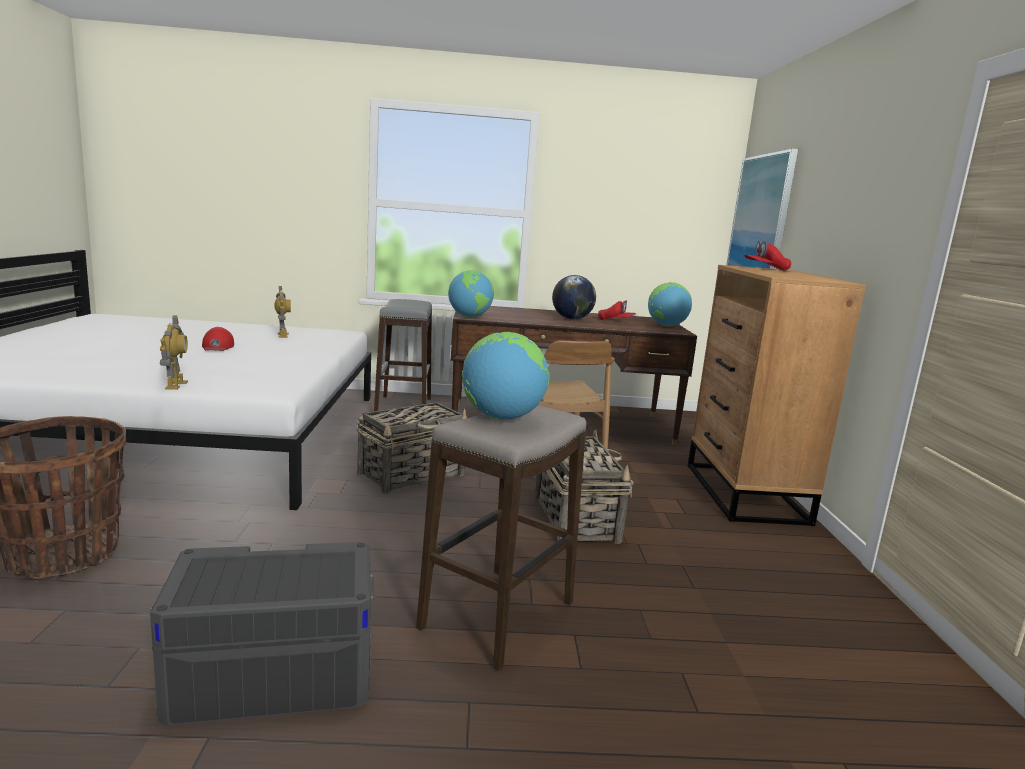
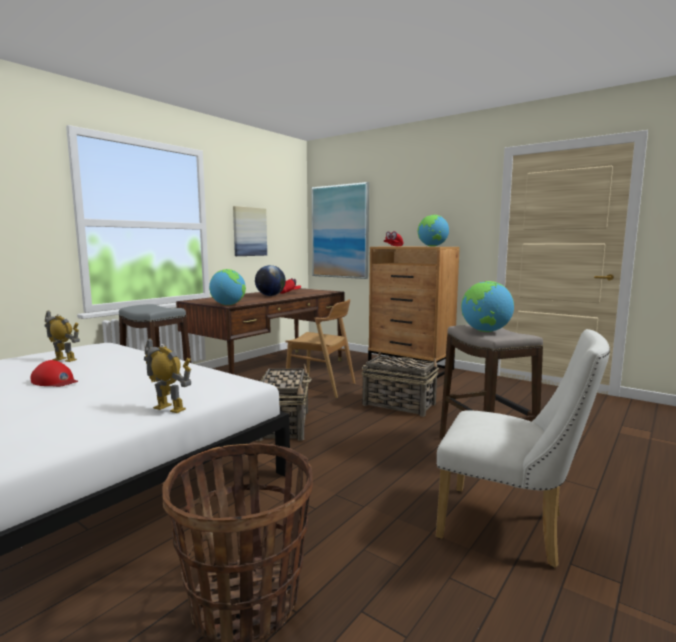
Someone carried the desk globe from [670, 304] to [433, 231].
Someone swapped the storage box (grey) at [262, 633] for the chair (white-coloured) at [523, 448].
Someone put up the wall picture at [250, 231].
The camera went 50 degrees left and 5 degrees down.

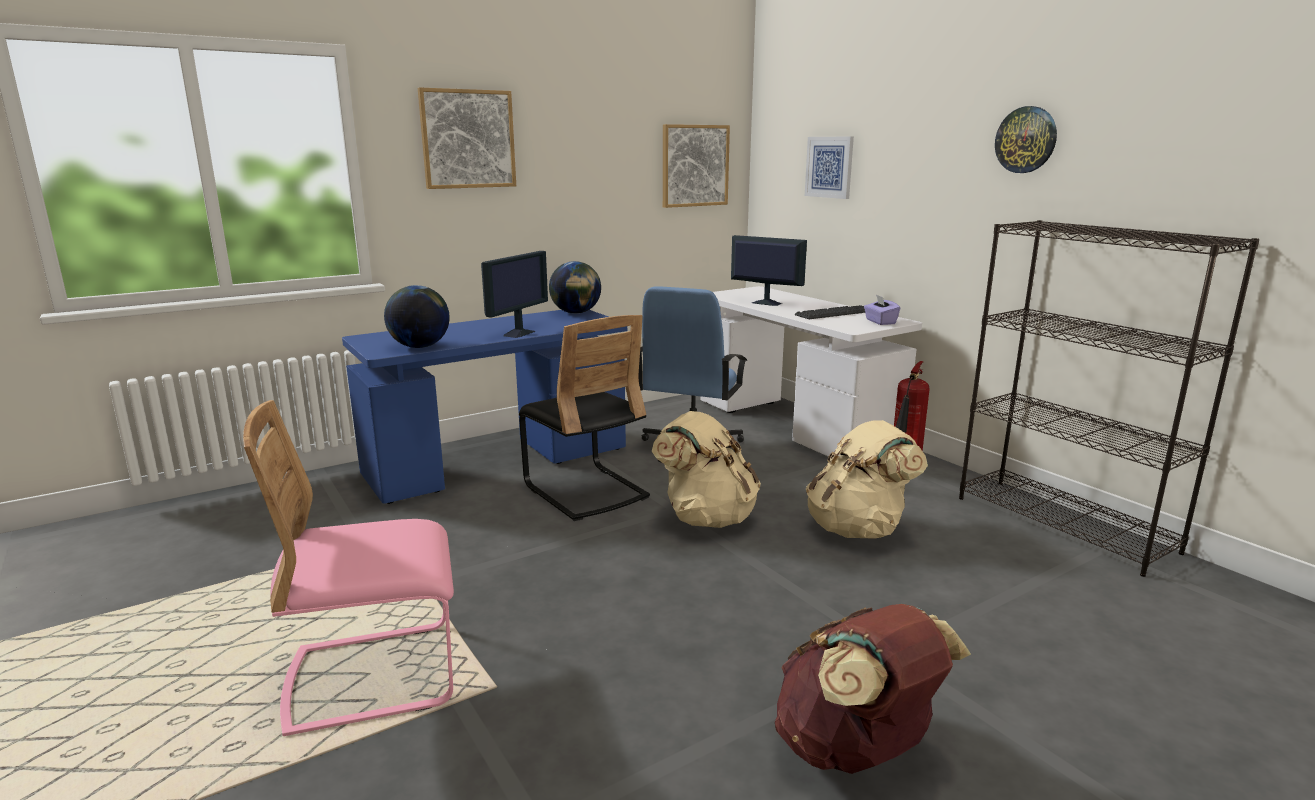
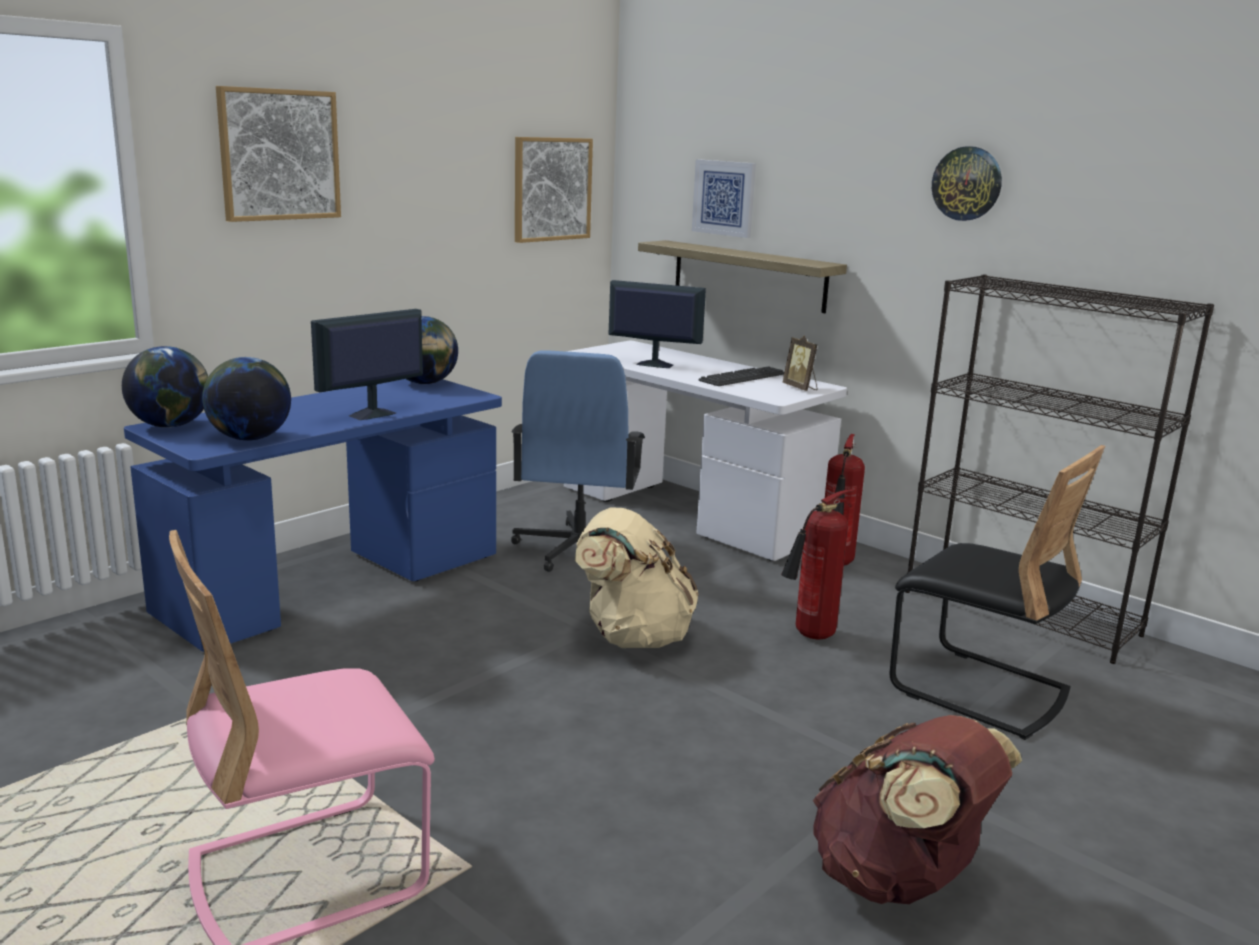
Someone rotated the computer screen at [514, 294] by 150 degrees counterclockwise.
Someone swapped the tissue holder (purple) at [882, 310] for the standing frame at [800, 363].
Someone carried the chair (blackish) from [584, 418] to [997, 592].
Someone swapped the knapsack (beige-coloured) at [867, 479] for the fire-fighting cylinder at [817, 564].
Someone put up the bracket shelf at [742, 276].
Someone put down the desk globe at [165, 387].
The camera went 15 degrees left and 0 degrees up.

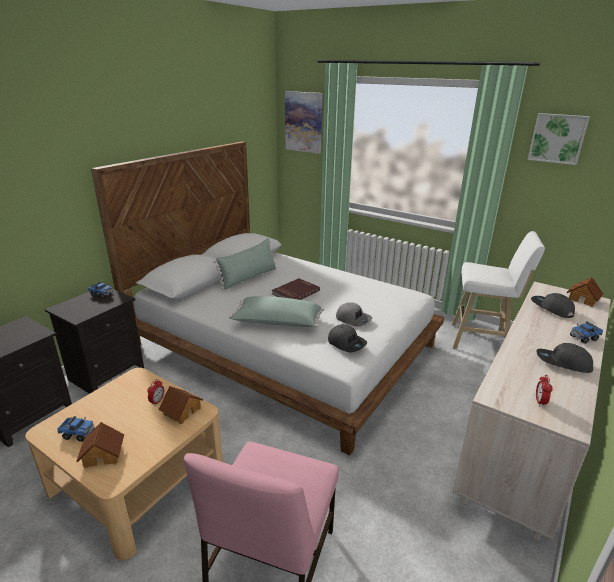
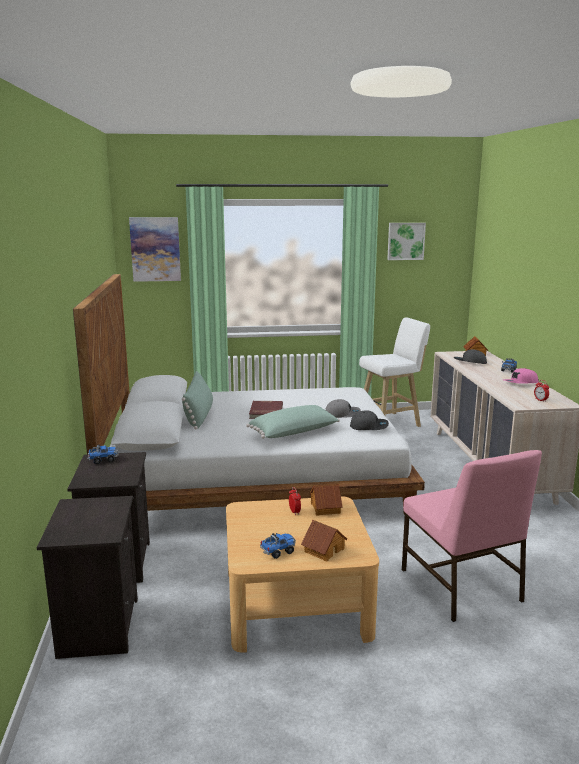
Someone repainted the peaked cap (grey) at [565, 358], which became the peaked cap (pinkish) at [520, 376].
The camera went 40 degrees left and 10 degrees down.

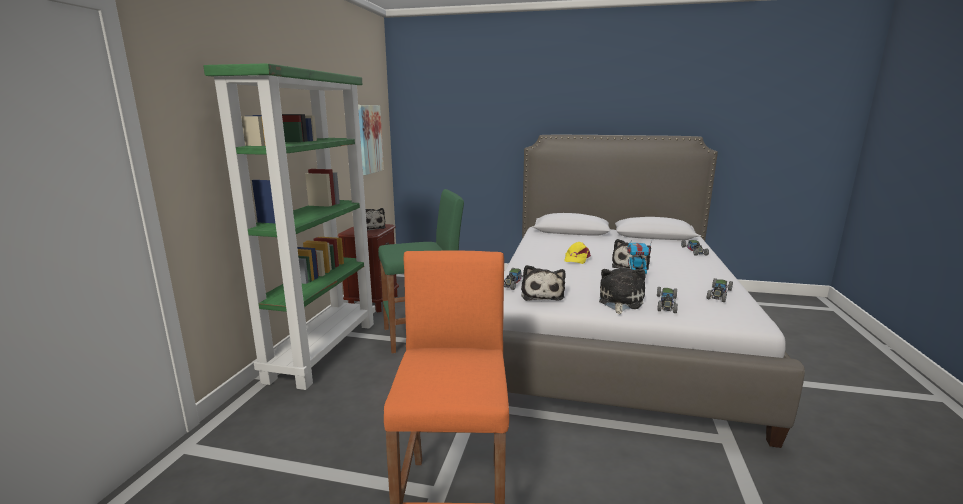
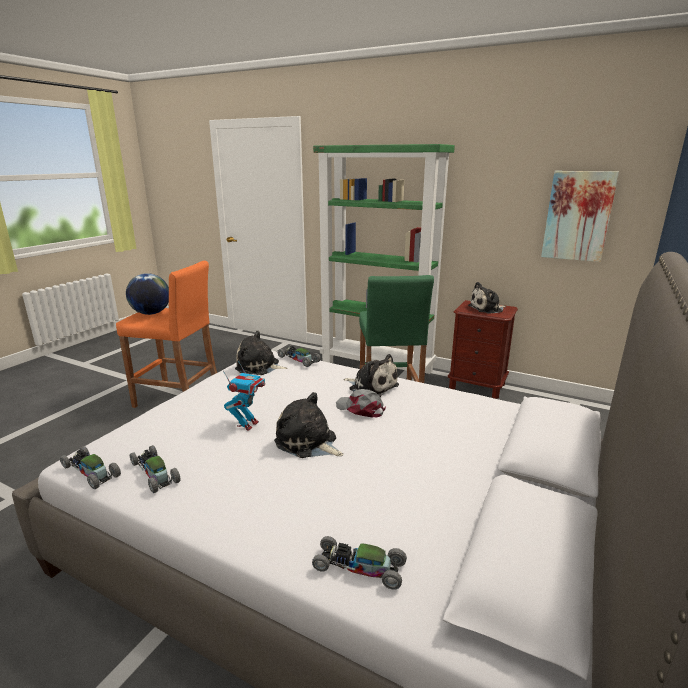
Someone repainted the peaked cap (yellow) at [578, 253], which became the peaked cap (grey) at [361, 403].
Someone carried the soft toy from [622, 291] to [371, 375].
Someone carried the miniature car from [667, 300] to [90, 467].
Someone put down the desk globe at [147, 294].
The camera went 105 degrees right and 5 degrees up.

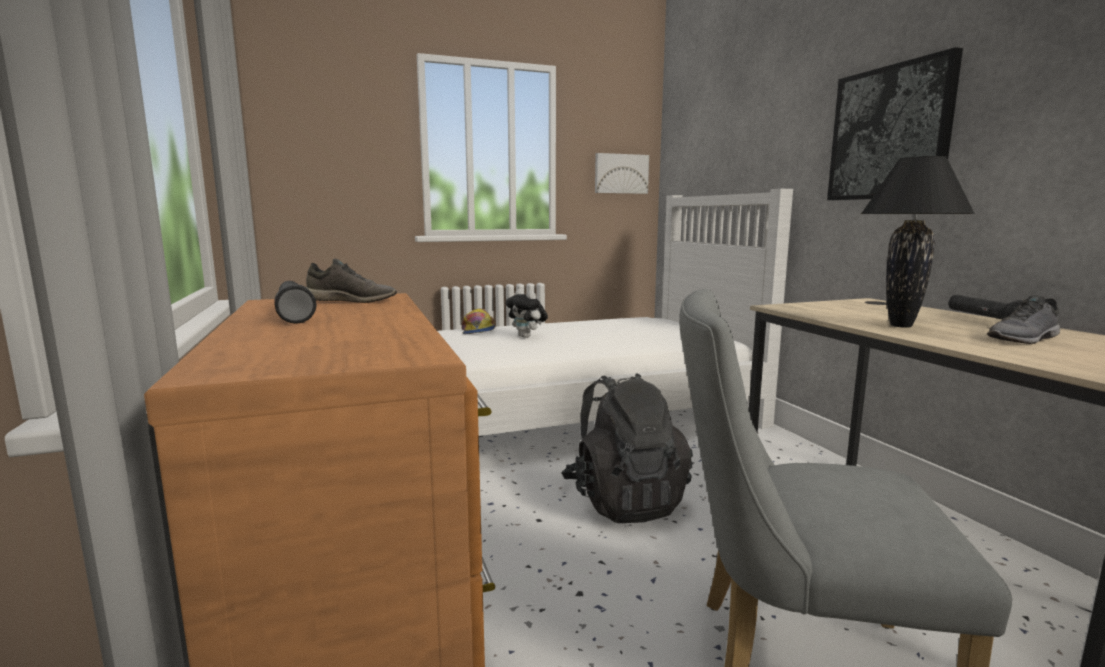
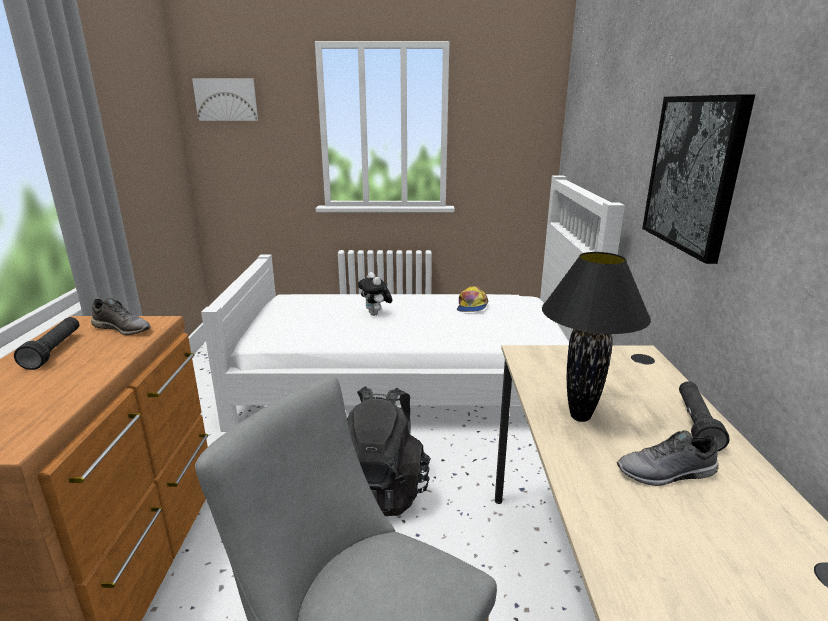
Someone carried the wall picture from [622, 173] to [225, 100].
Someone carried the peaked cap from [479, 321] to [473, 299].
The camera went 20 degrees right and 10 degrees up.

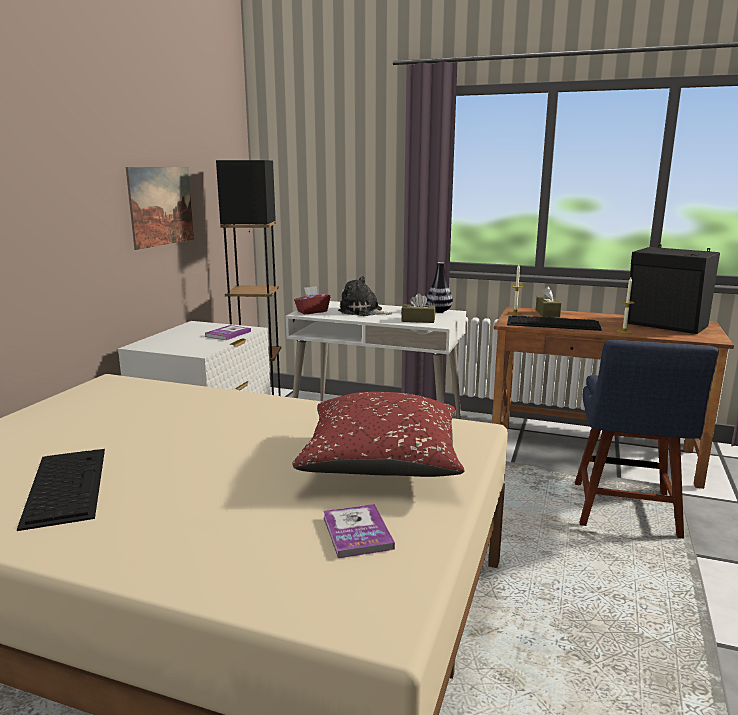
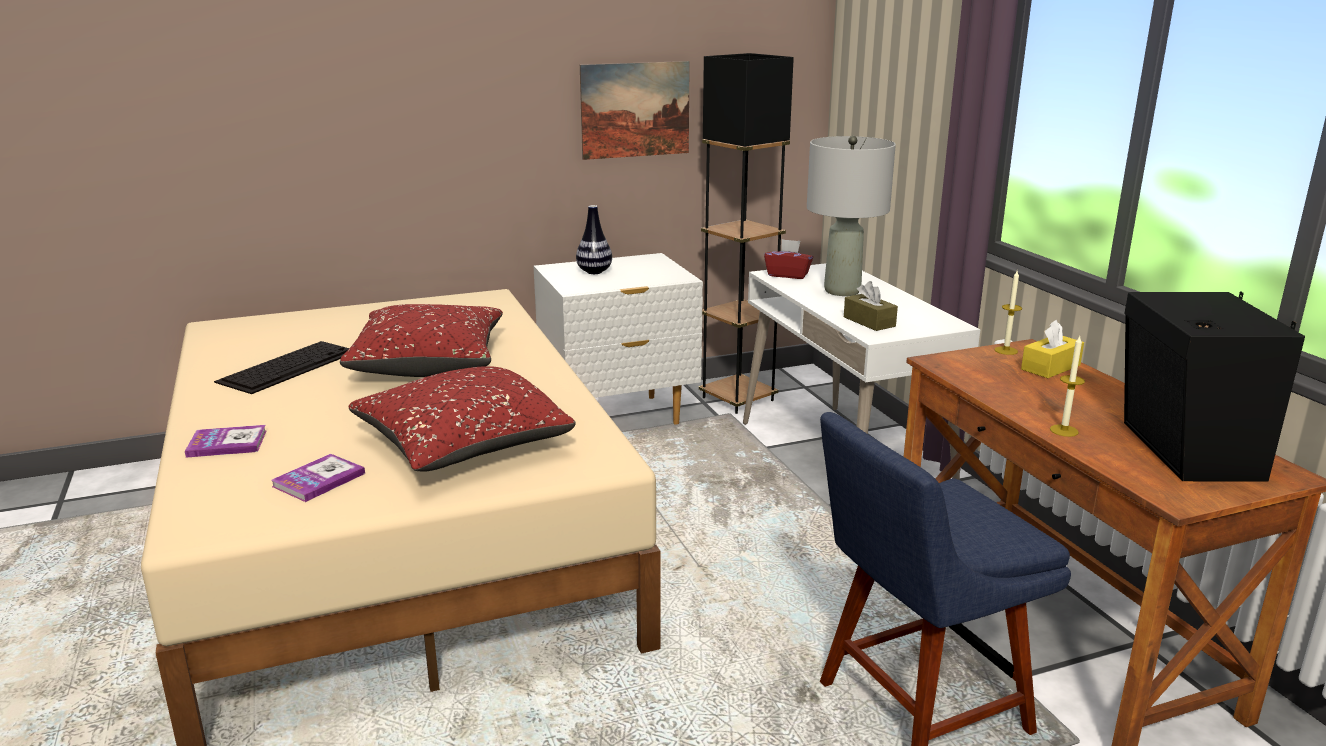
Someone carried the vase from [439, 287] to [594, 239].
Someone swapped the soft toy at [365, 296] for the lamp for a table (grey) at [851, 216].
Someone repainted the tissue holder (brownish) at [548, 301], which became the tissue holder (yellow) at [1052, 349].
Someone took away the computer keyboard at [554, 323].
Someone carried the volume from [228, 332] to [225, 441].
Someone put down the throw pillow (red) at [421, 340].
The camera went 50 degrees right and 5 degrees up.

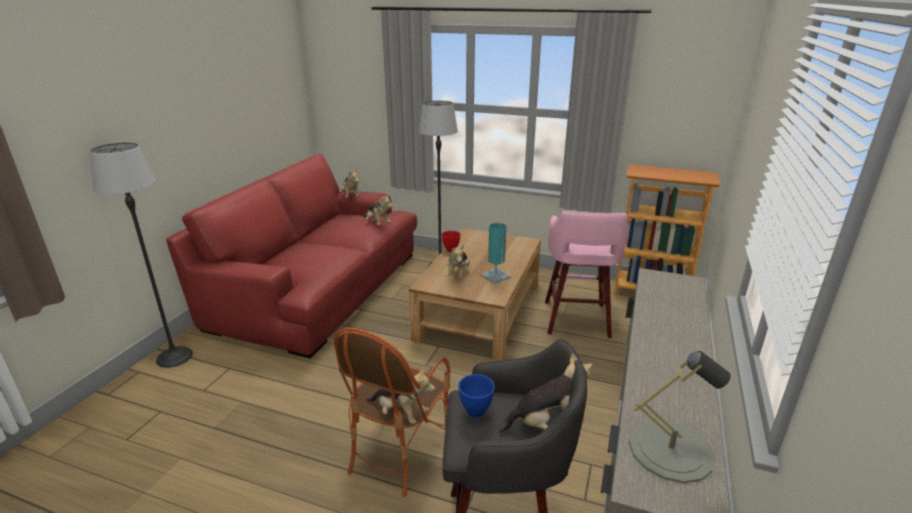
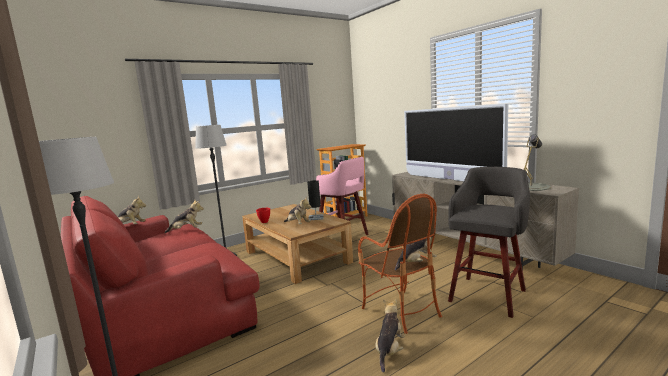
Someone repainted the lamp for a table (turquoise) at [496, 253], which became the lamp for a table (blackish) at [315, 200].
Someone carried the soft toy from [545, 393] to [390, 335].
Someone took away the deep dish (bluish) at [476, 396].
Someone put down the television at [456, 143].
The camera went 55 degrees left and 15 degrees down.

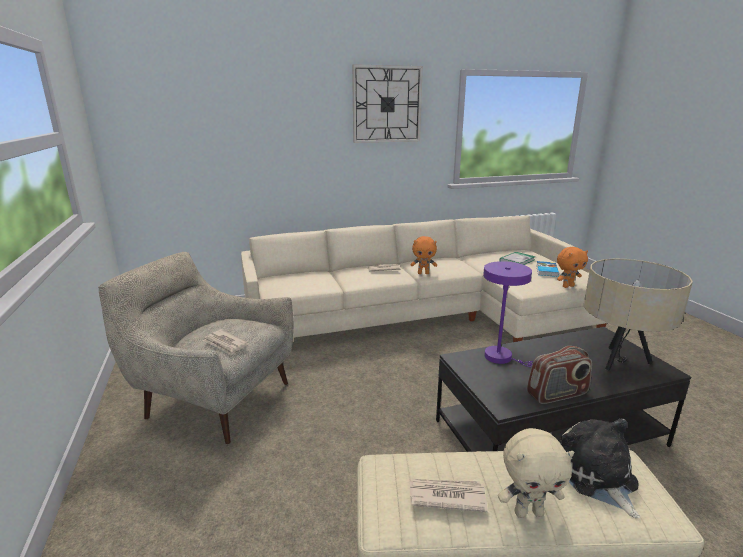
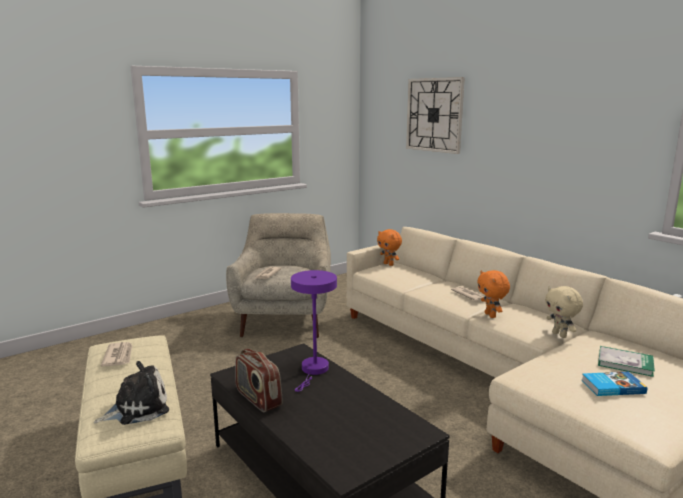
Someone carried the wall clock from [387, 103] to [435, 115].
Someone carried the soft toy (orangey) from [572, 267] to [389, 247].
Someone took away the lamp for a table (beige-coloured) at [638, 314].
Someone carried the soft toy (beige-coloured) from [536, 473] to [564, 312].
The camera went 70 degrees right and 5 degrees down.

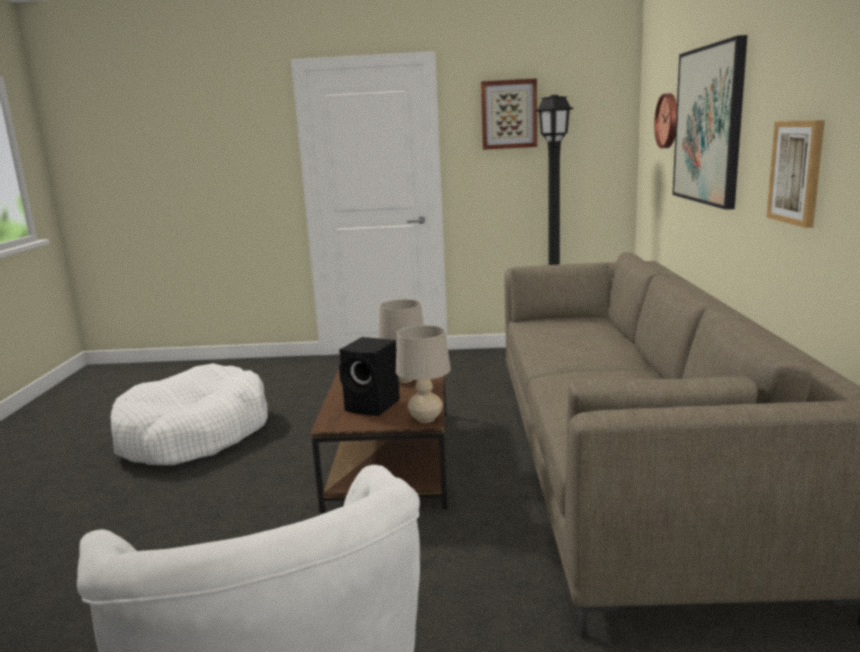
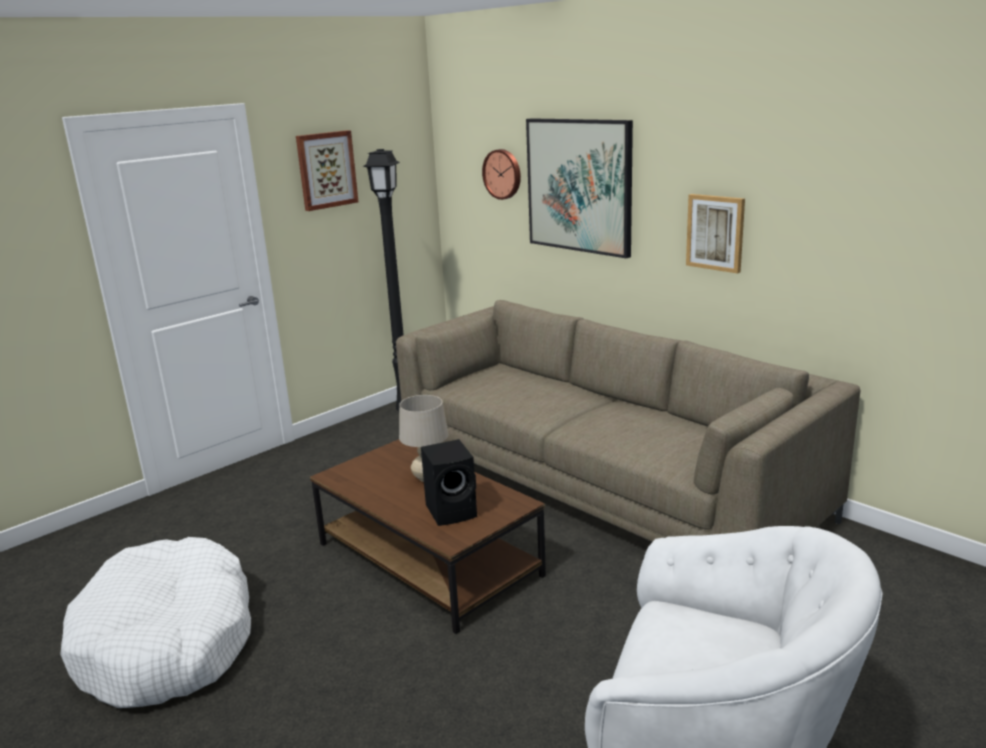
Someone took away the lamp for a table (beige-coloured) at [423, 374].
The camera went 45 degrees left and 5 degrees up.

